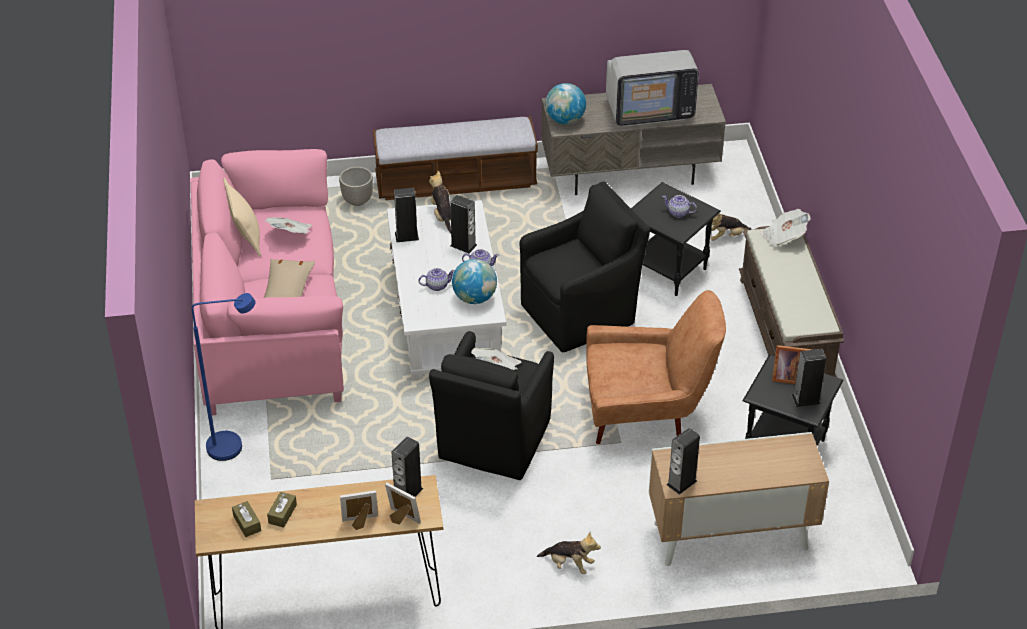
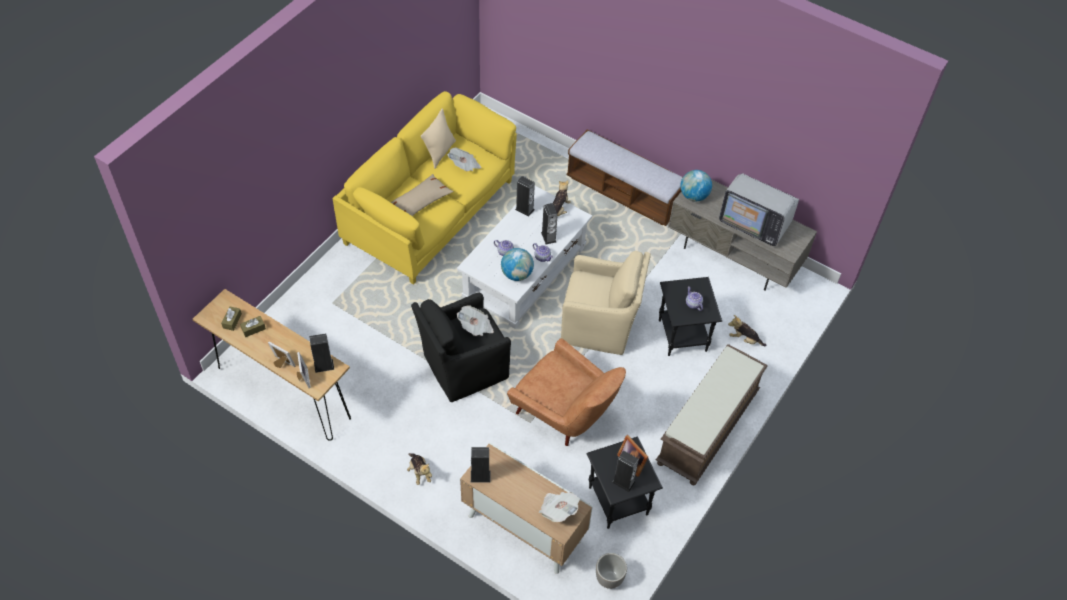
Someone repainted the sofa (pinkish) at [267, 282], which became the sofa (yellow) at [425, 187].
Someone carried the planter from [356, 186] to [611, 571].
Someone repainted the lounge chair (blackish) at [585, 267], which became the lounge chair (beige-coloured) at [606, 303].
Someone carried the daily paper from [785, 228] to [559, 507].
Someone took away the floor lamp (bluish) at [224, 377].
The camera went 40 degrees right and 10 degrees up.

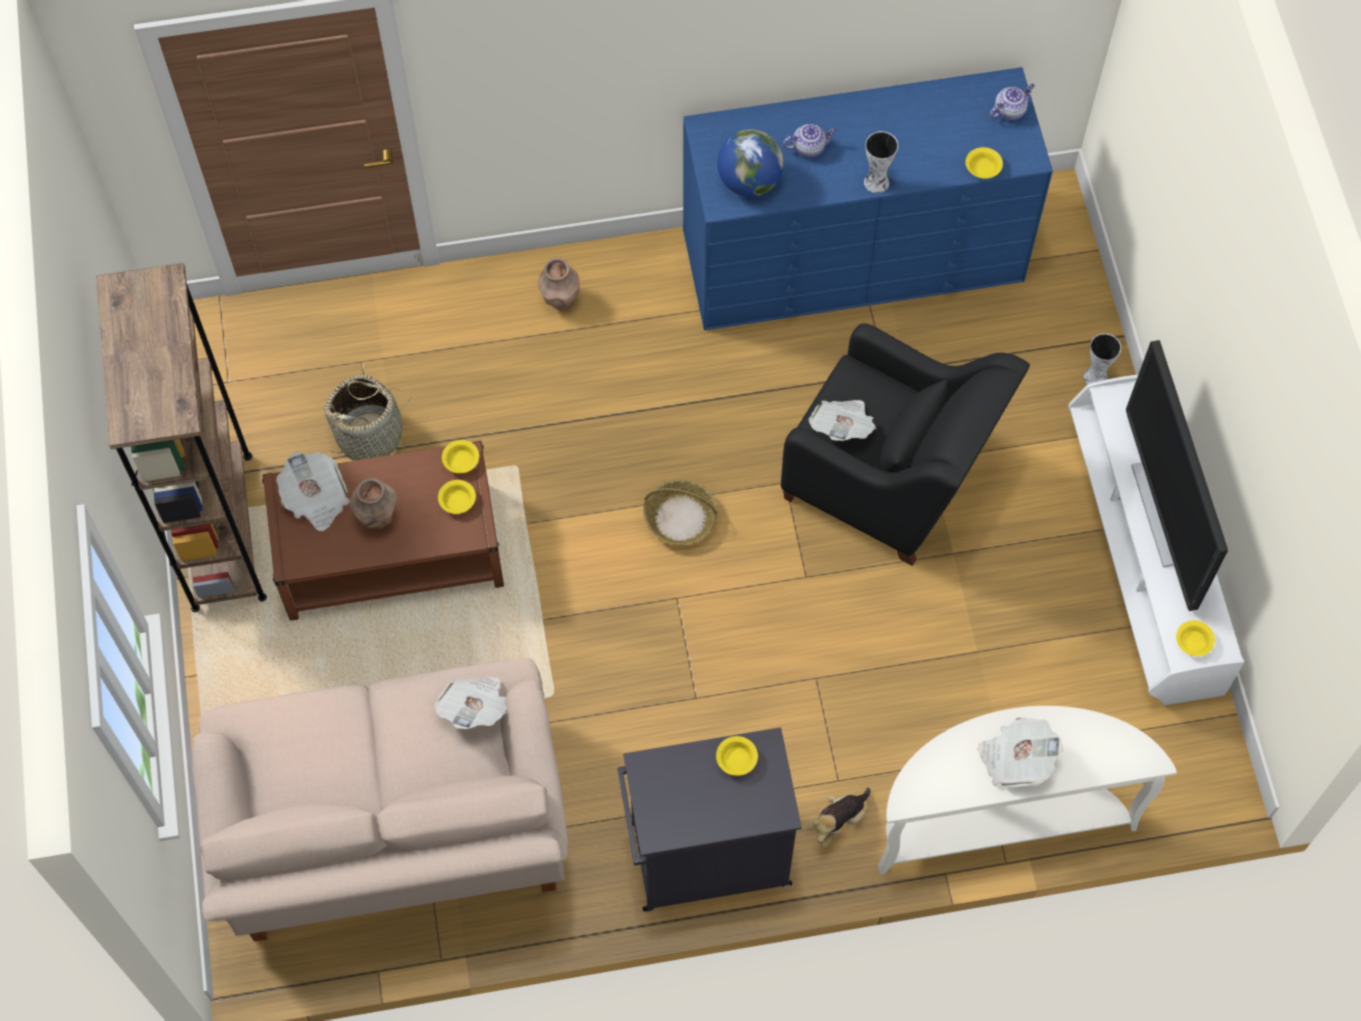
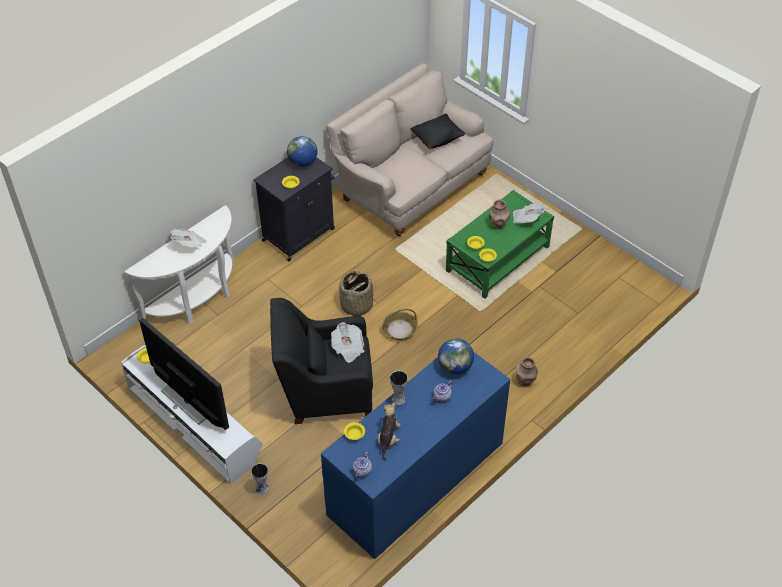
Someone took away the bookshelf (brownish) at [181, 437].
Someone carried the storage basket from [367, 417] to [356, 293].
Someone repainted the lounge table (brownish) at [383, 531], which became the lounge table (greenish) at [500, 244].
Someone took away the daily paper at [470, 703].
Someone carried the soft toy from [839, 817] to [389, 431].
Someone put down the throw pillow (blackish) at [437, 131].
Someone put down the desk globe at [302, 151].
The camera went 145 degrees right and 15 degrees down.

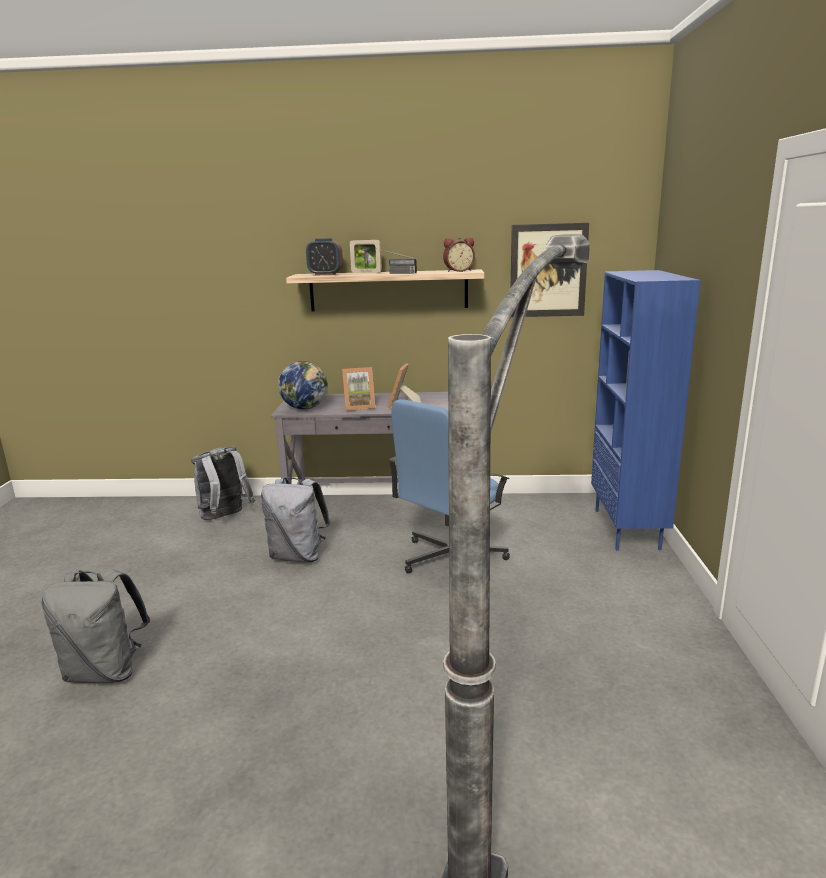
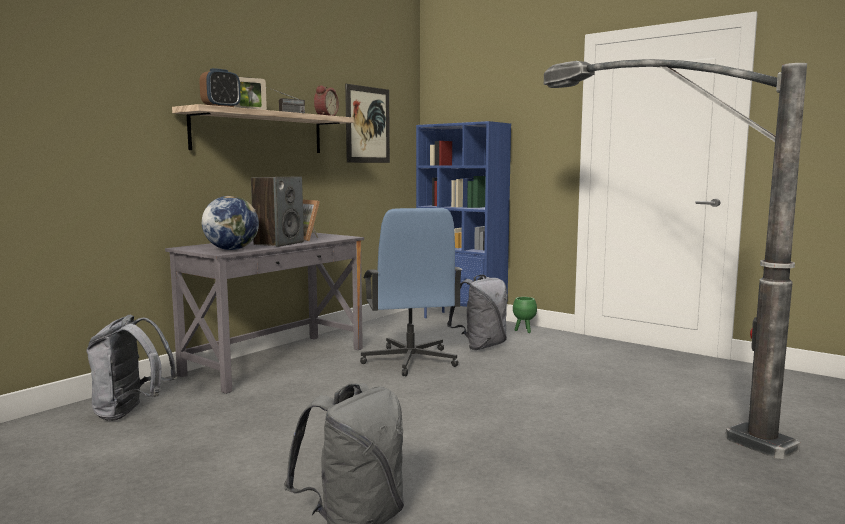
Someone swapped the standing frame at [358, 389] for the speaker at [277, 211].
Someone carried the knapsack (grey) from [296, 519] to [477, 312].
Someone put down the planter (greenish) at [525, 315].
The camera went 55 degrees left and 10 degrees down.

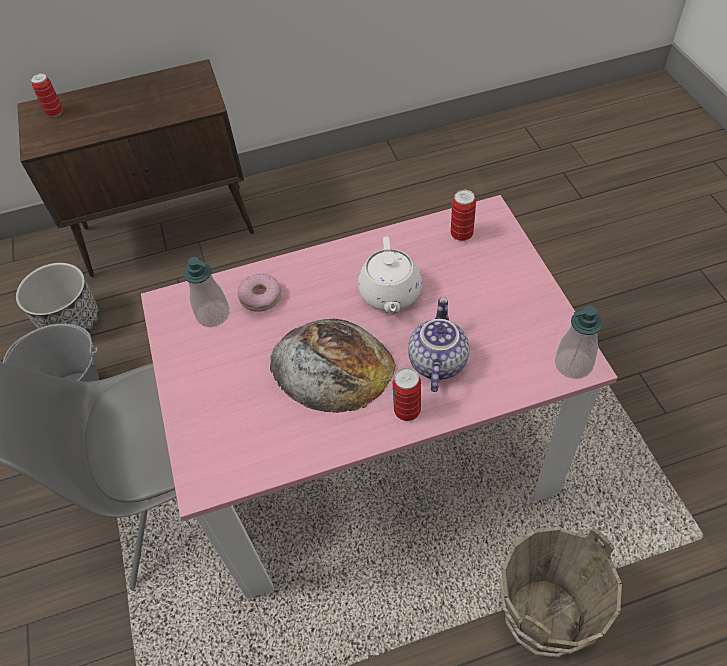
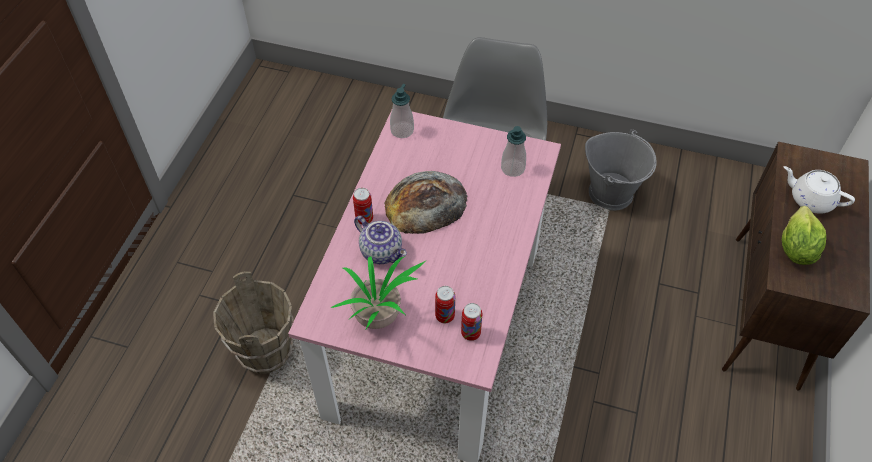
Someone carried the can from [47, 95] to [445, 305].
Someone carried the tea pot (white-coloured) from [390, 275] to [819, 190].
Someone took away the planter at [57, 298].
Someone took away the ring doughnut at [259, 292].
Someone carried the liquid soap bottle from [579, 342] to [402, 111].
Someone put down the lettuce at [804, 235].
Someone put down the houseplant at [378, 292].
The camera went 120 degrees right and 0 degrees up.

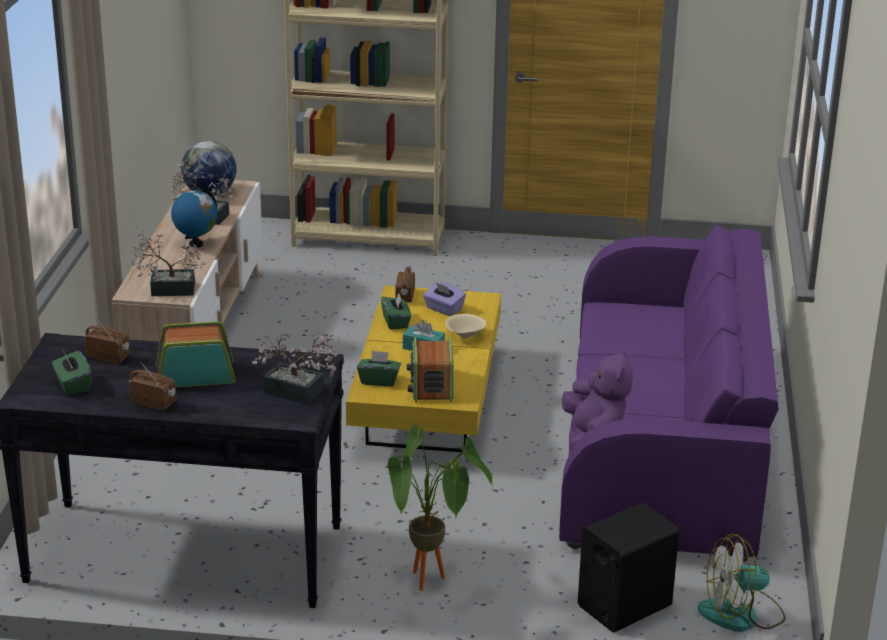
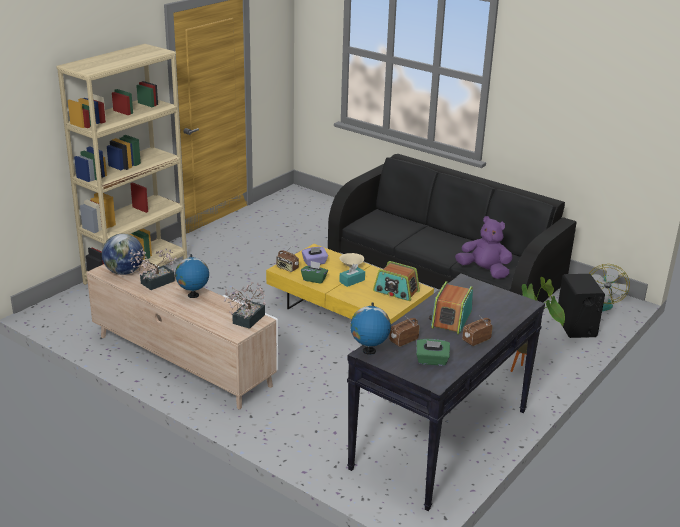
Someone repainted the sofa (purple) at [669, 393], which became the sofa (blackish) at [452, 228].
Someone took away the houseplant at [296, 368].
Someone took away the tissue holder (greenish) at [379, 369].
Someone put down the desk globe at [370, 328].
The camera went 60 degrees left and 0 degrees up.

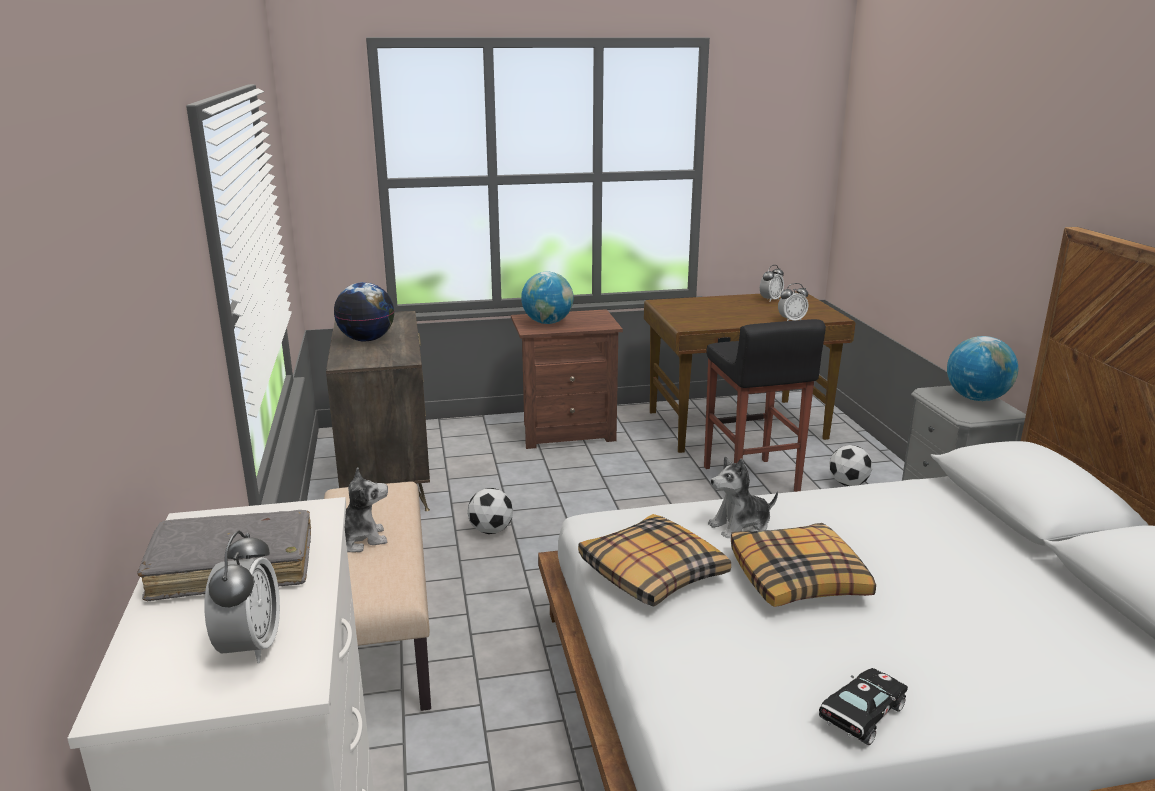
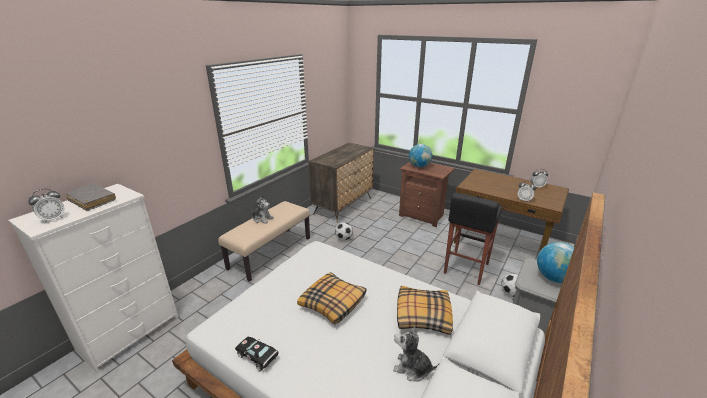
Someone took away the desk globe at [364, 311].
Someone carried the soft toy from [743, 497] to [416, 354].
Someone carried the throw pillow from [654, 560] to [425, 310].
Someone rotated the miniature car (blackish) at [863, 706] by 150 degrees counterclockwise.
The camera went 45 degrees right and 5 degrees up.

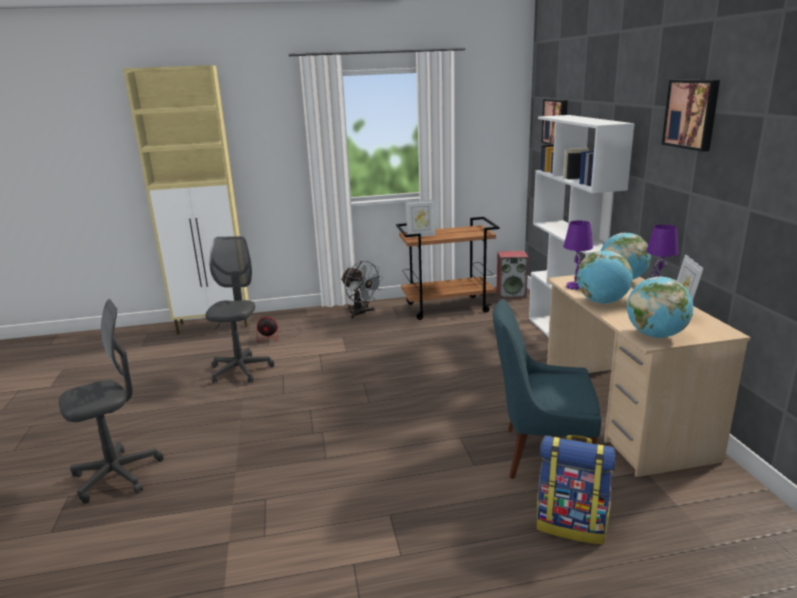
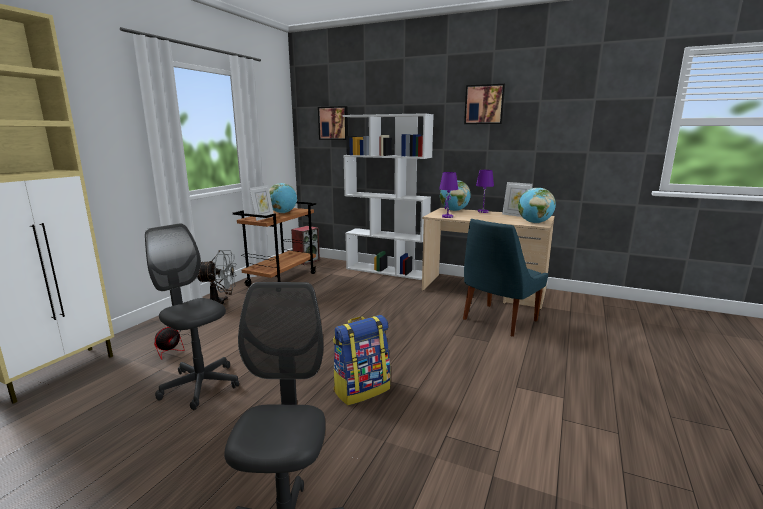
Someone carried the desk globe from [605, 277] to [283, 198].
Someone carried the knapsack from [576, 490] to [362, 360].
The camera went 55 degrees left and 5 degrees down.

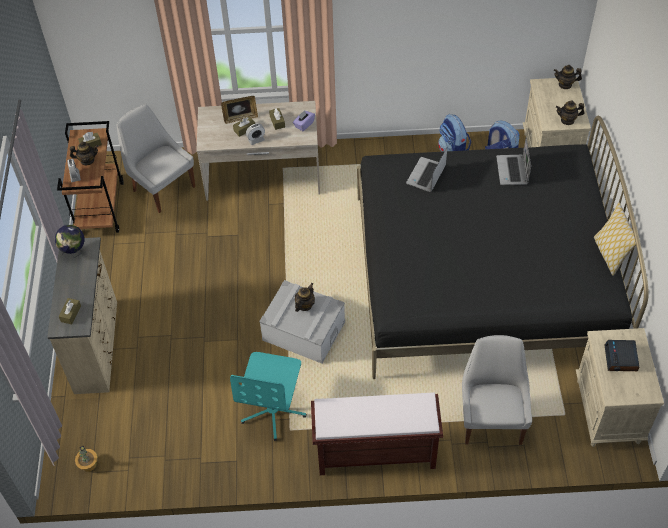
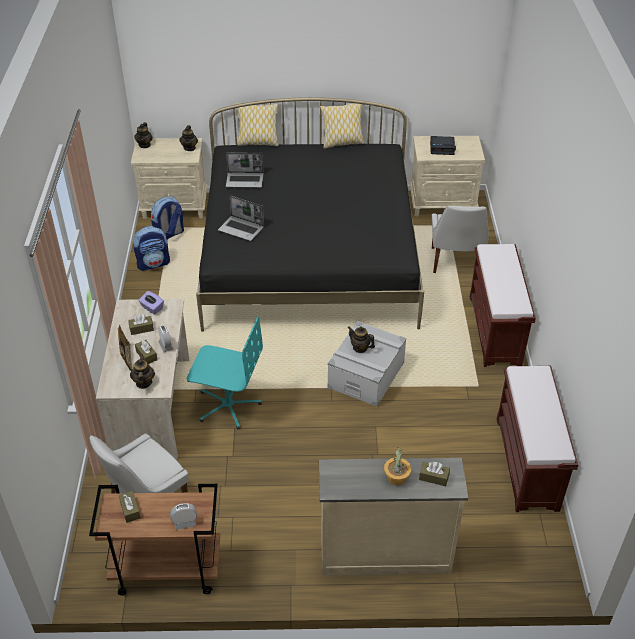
Someone carried the tea pot from [84, 153] to [142, 371].
Someone took away the desk globe at [70, 241].
Someone rotated the chair (white-coloured) at [497, 390] by 90 degrees counterclockwise.
Someone carried the computer chair (turquoise) from [268, 396] to [224, 373].
Someone carried the houseplant from [86, 458] to [397, 466].
Someone put down the throw pillow at [257, 124].
Someone put down the indoor bench (brownish) at [537, 439].
The camera went 90 degrees left and 10 degrees down.

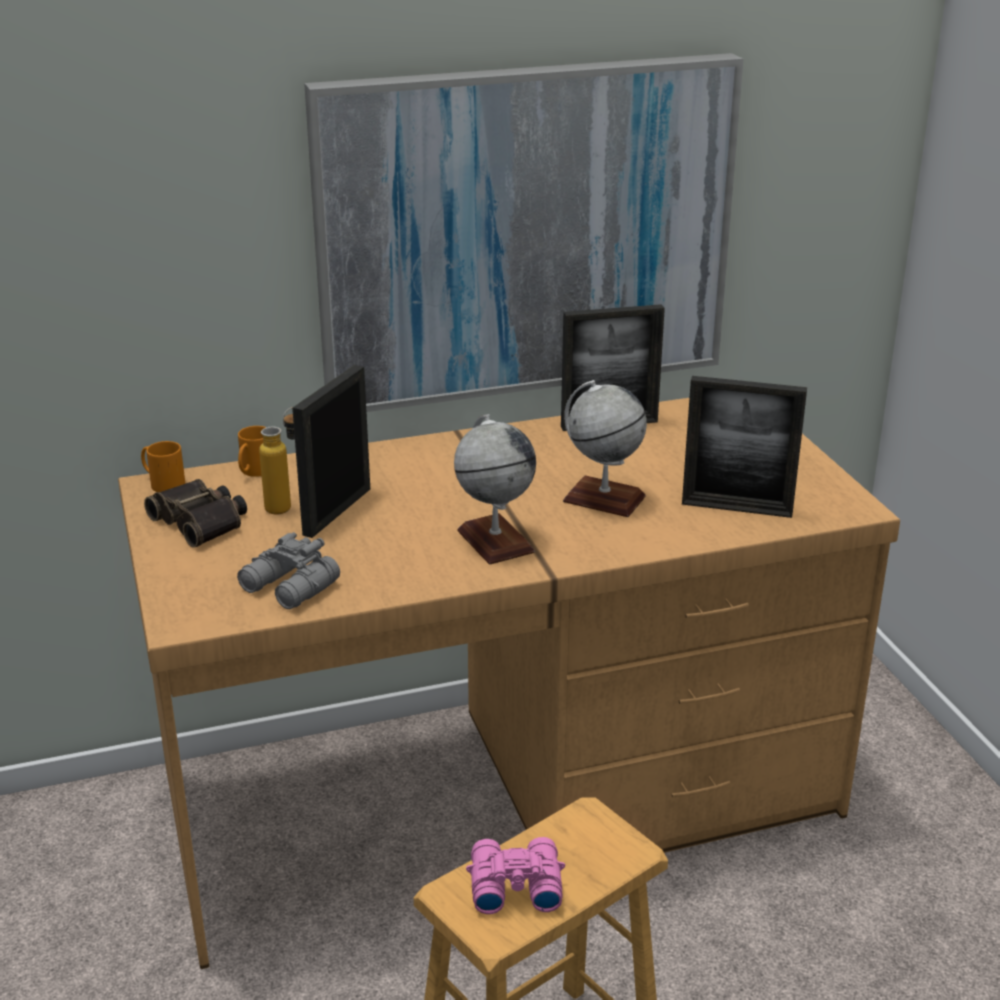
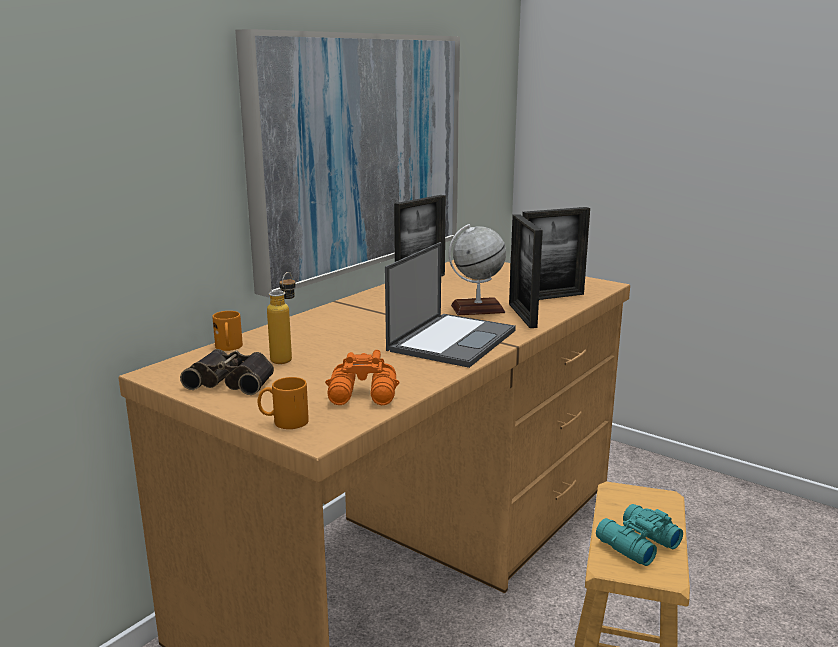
Someone carried the standing frame from [331, 451] to [526, 271].
Someone swapped the desk globe at [495, 489] for the portable computer at [450, 305].
Someone carried the mug (orangey) from [163, 466] to [283, 403].
Someone repainted the pair of binoculars (grey) at [288, 570], which became the pair of binoculars (orangey) at [362, 377].
Someone repainted the pair of binoculars (pinkish) at [515, 875], which became the pair of binoculars (turquoise) at [639, 535].
The camera went 35 degrees left and 10 degrees down.

